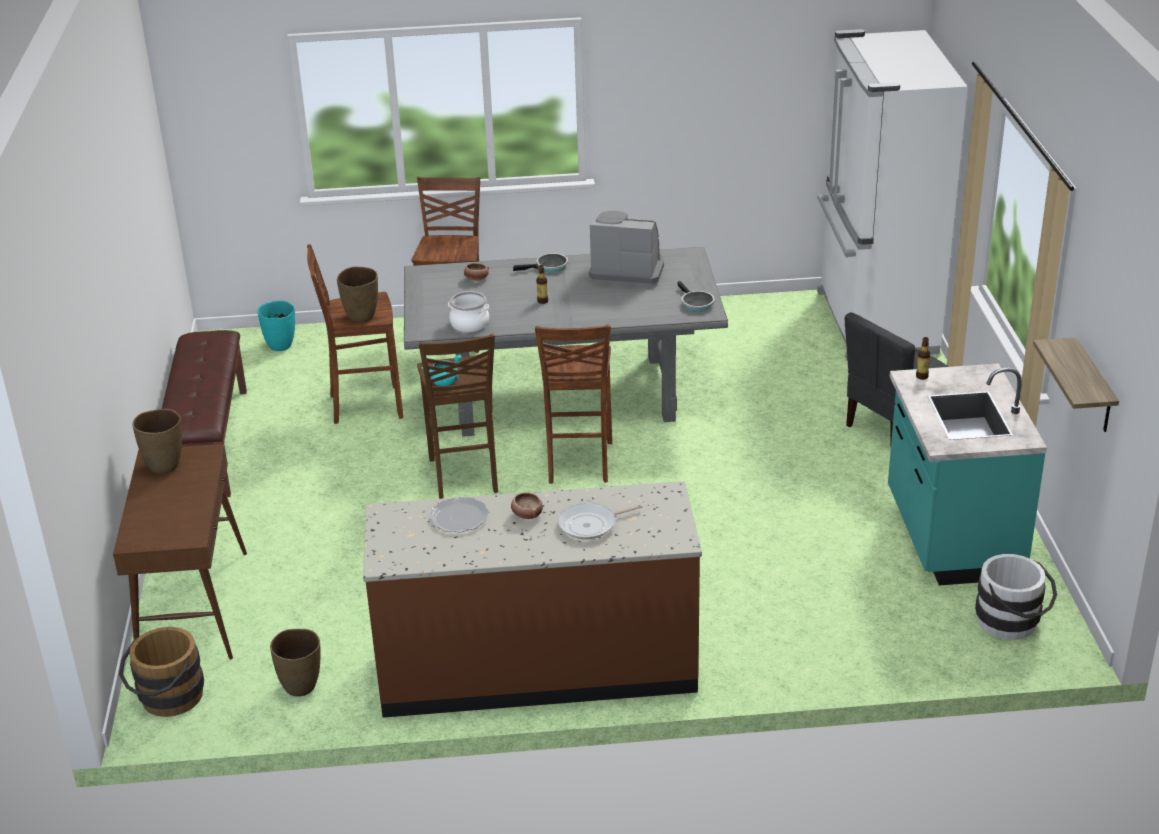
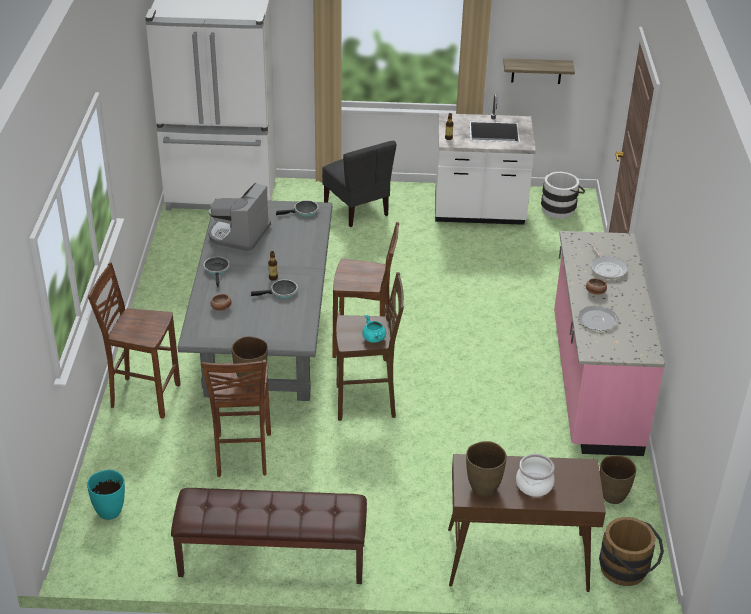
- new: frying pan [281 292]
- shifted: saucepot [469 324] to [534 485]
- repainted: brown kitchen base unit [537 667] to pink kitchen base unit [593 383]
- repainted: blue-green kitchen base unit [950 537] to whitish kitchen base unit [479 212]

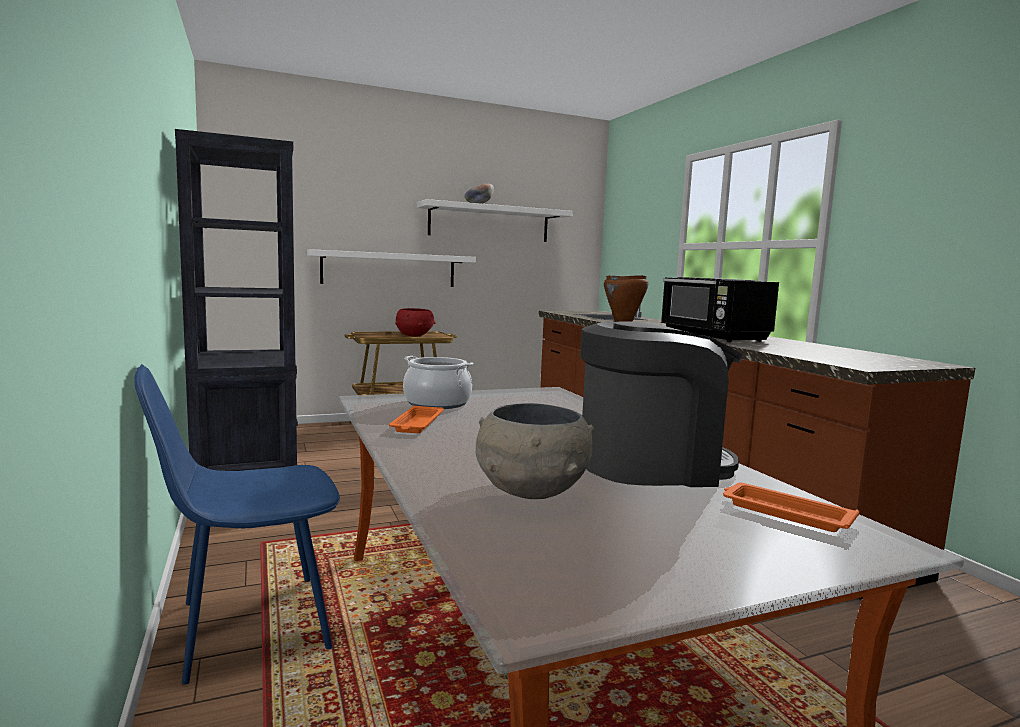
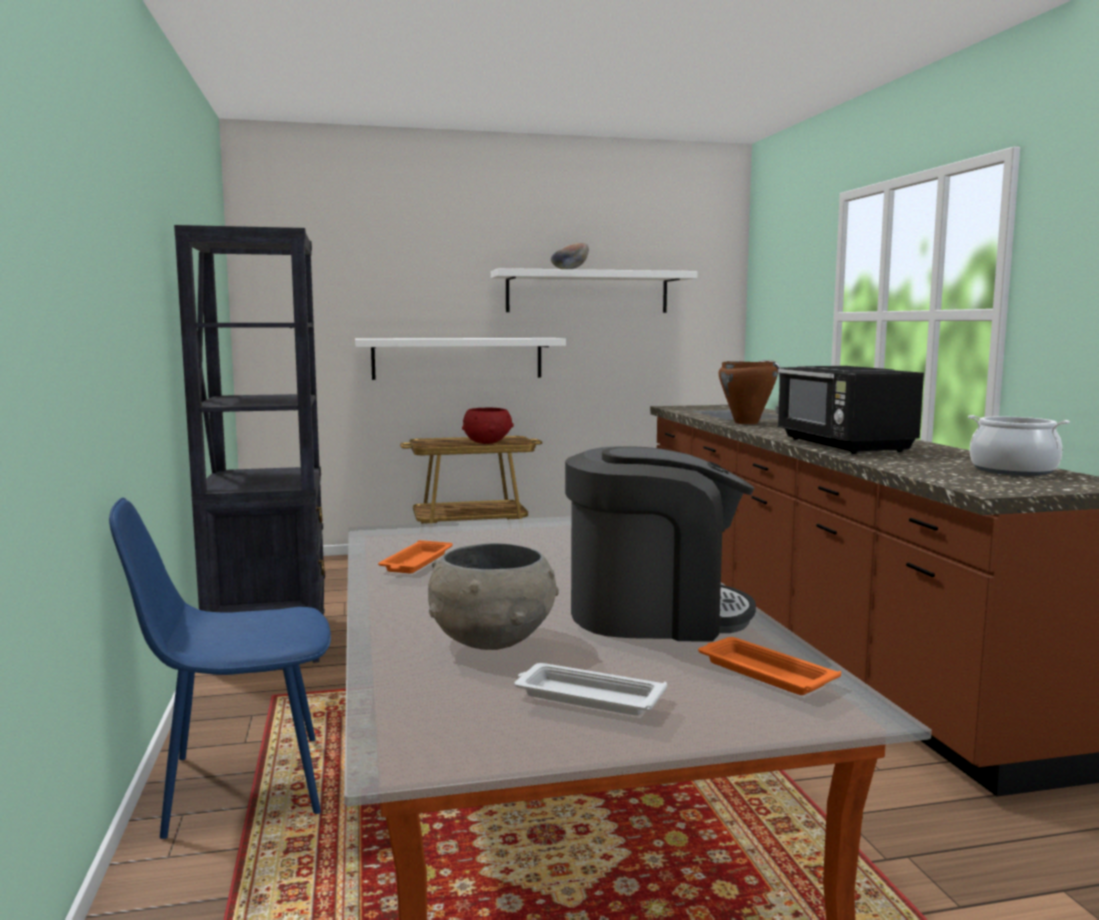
- new: whitish carrying tray [586 697]
- shifted: saucepot [437 403] to [1013 470]

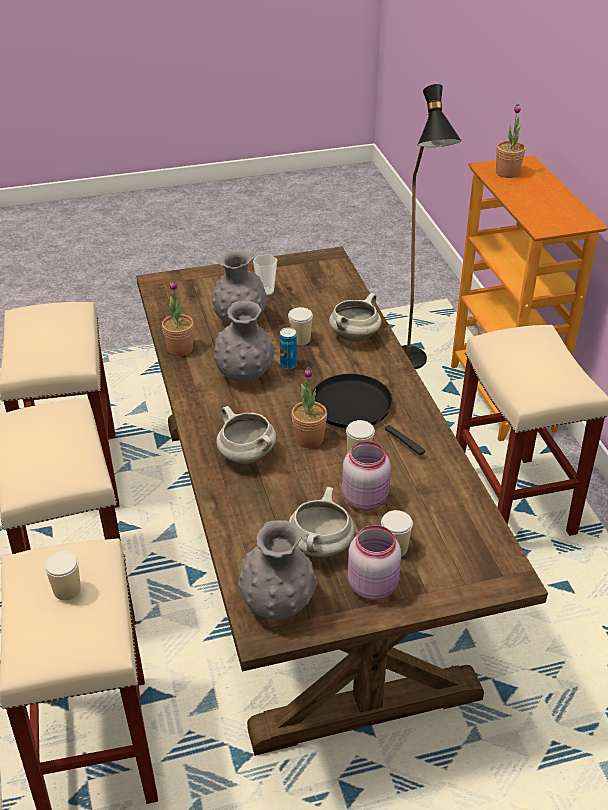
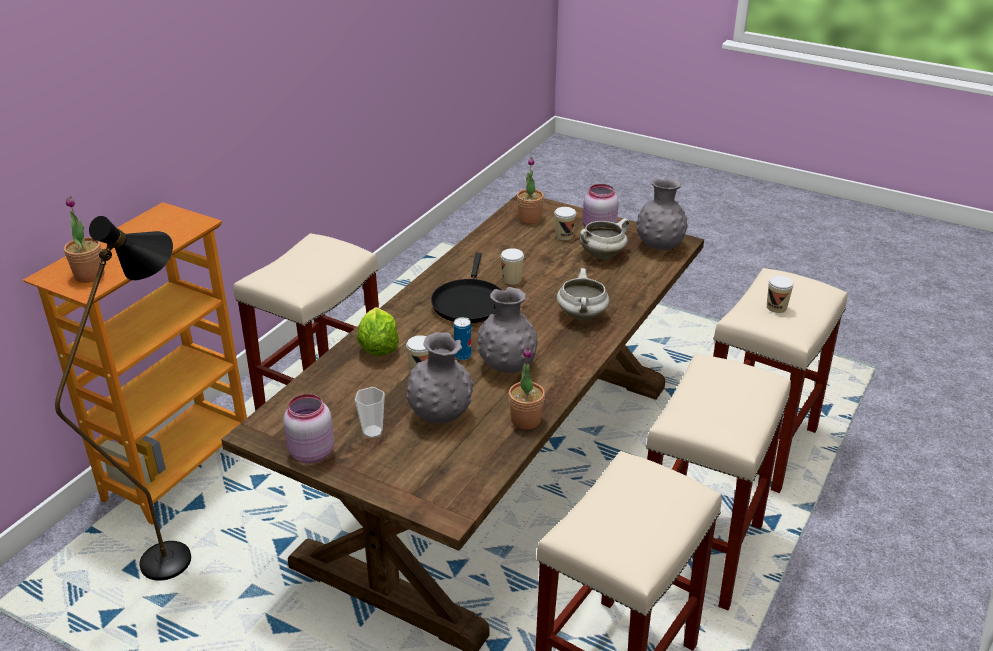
- shifted: plant in a pot [309 438] to [529 219]
- shifted: pink jar [366 498] to [310 453]
- swapped: whitish saucepot [354 336] to lettuce [378 348]

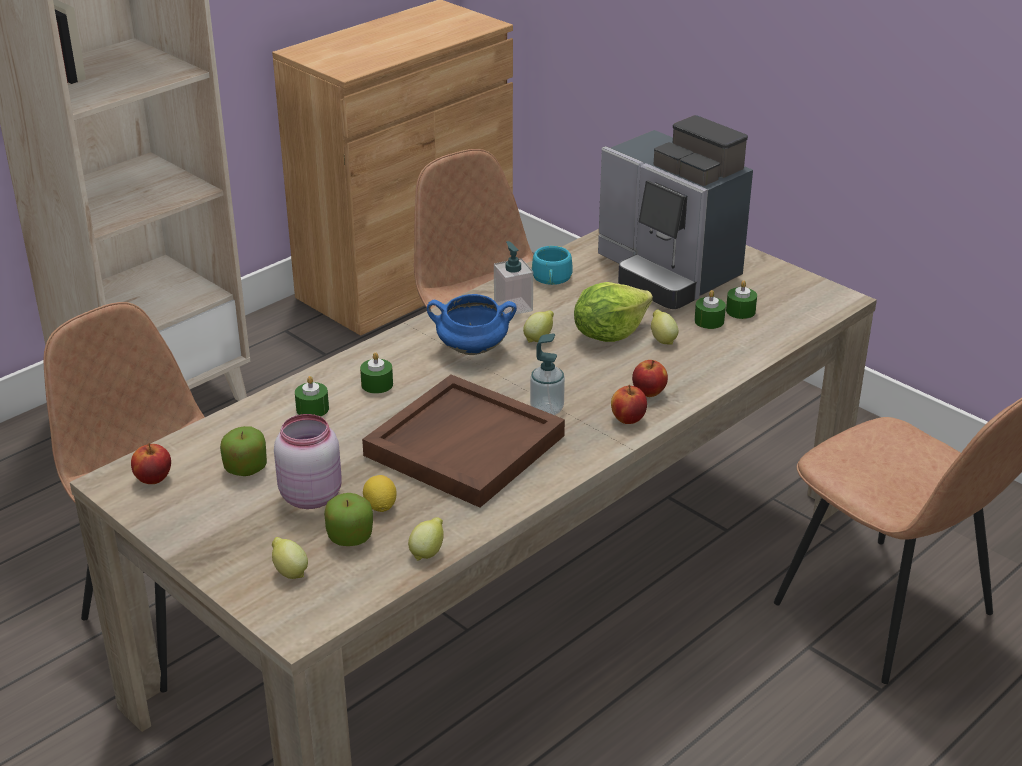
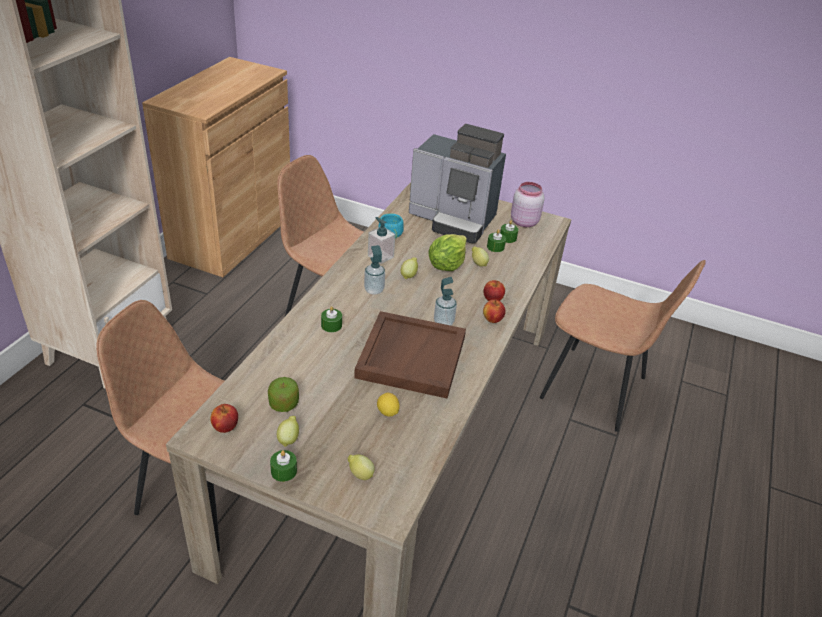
- gone: whole apple [350 536]
- shifted: pink jar [310 495] to [523 222]
- shifted: green candle [312 409] to [284 471]
- shifted: lemon [428 552] to [289 439]
- swapped: blue saucepot [471 349] to liquid soap bottle [374 290]

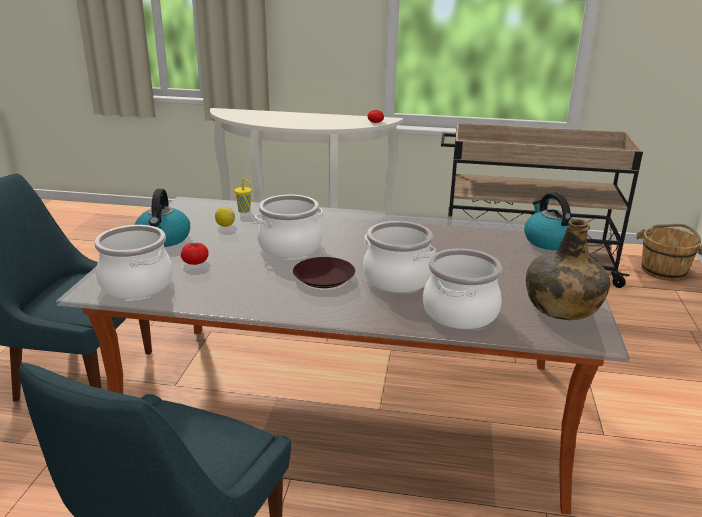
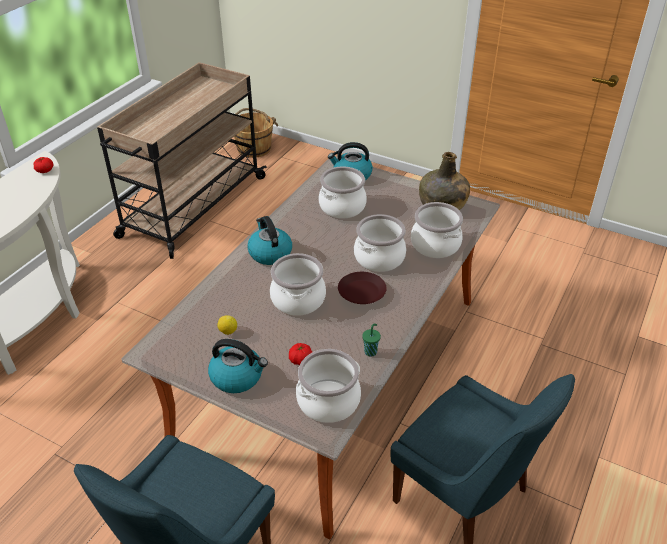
- gone: yellow small cup [245 211]
- new: kettle [269 253]
- new: saucepot [342 207]
- new: green small cup [371 351]

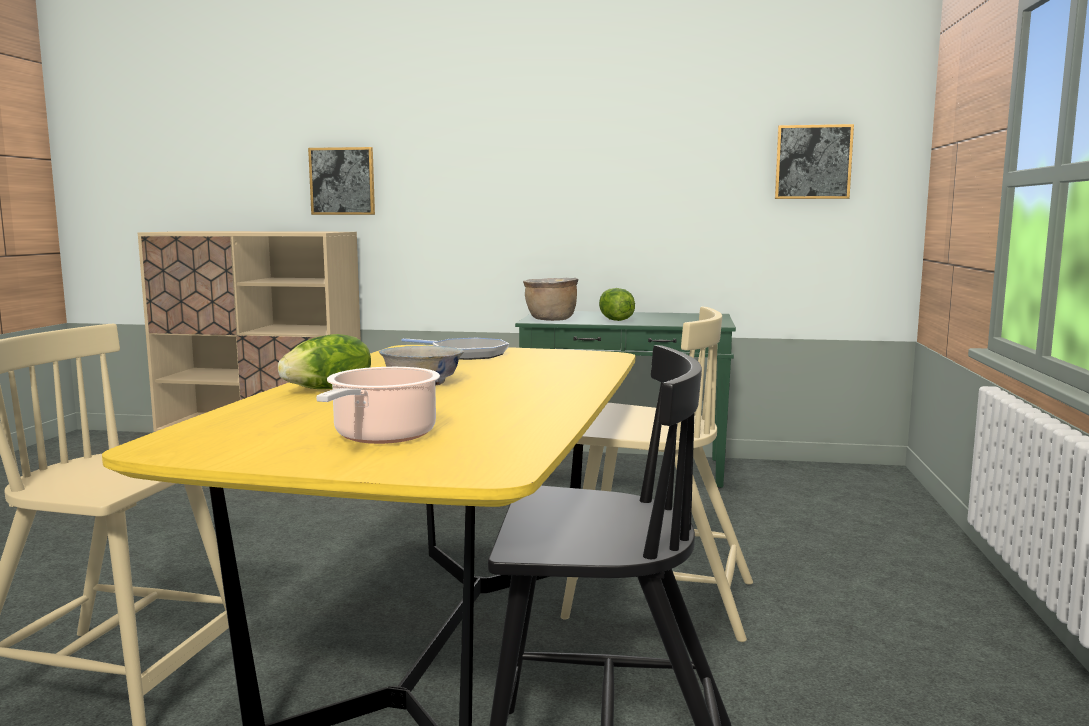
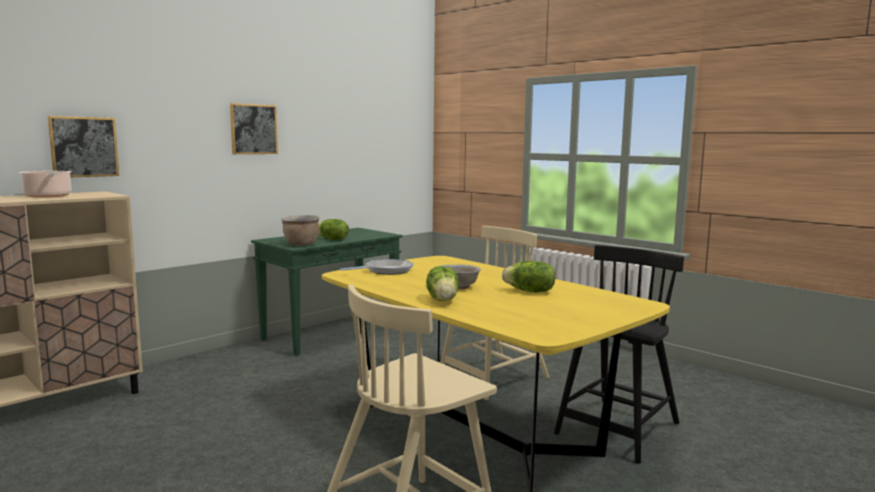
- new: lettuce [529 291]
- shifted: saucepot [382 436] to [48 196]
- shifted: picture [813 162] to [253 129]

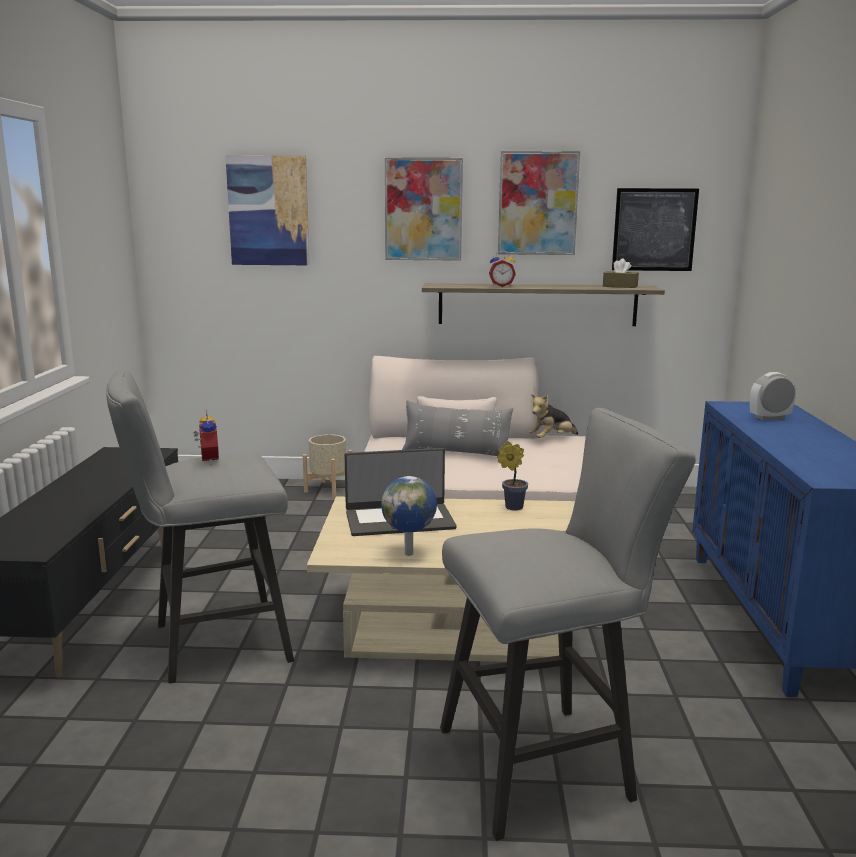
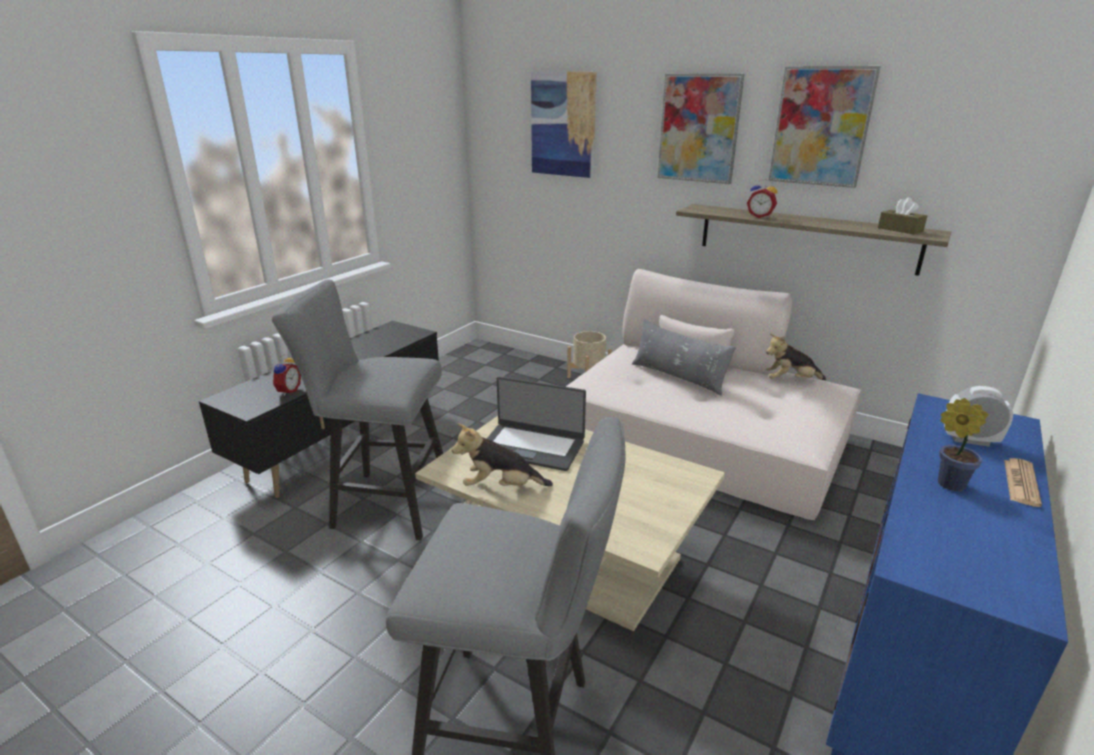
- gone: picture [654 230]
- new: printed paper [1021 482]
- shifted: table clock [207 460] to [287 391]
- shifted: plant in a pot [511 507] to [947 483]
- swapped: world globe [410 553] to soft toy [501 487]

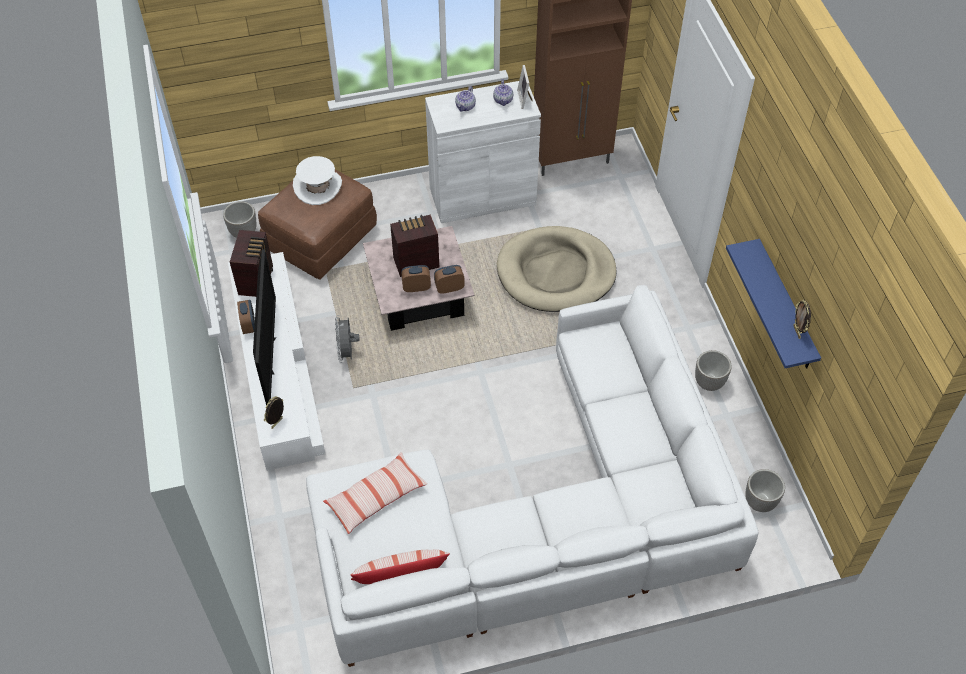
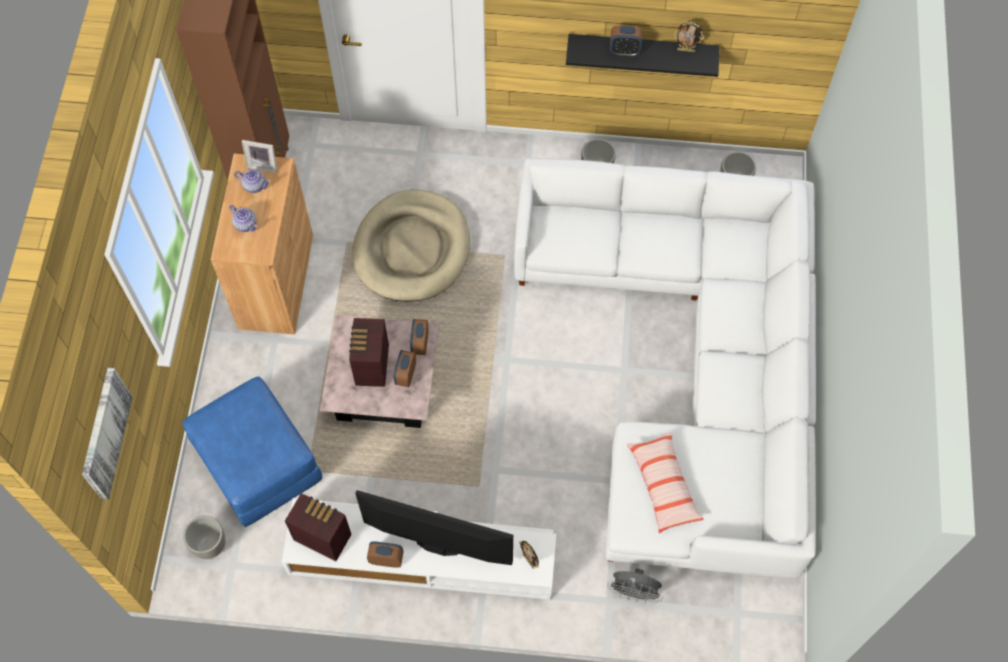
- gone: whitish hat [318 187]
- gone: throw pillow [400 575]
- new: picture [104 433]
- new: table clock [624 51]
- shifted: grey fan [347 352] to [634 592]
- repainted: brown pouffe [320 237] to blue pouffe [257 462]
- repainted: whitish cupboard [482 196] to brown cupboard [276 281]
- repainted: blue wall shelf [785 307] to blackish wall shelf [642 50]

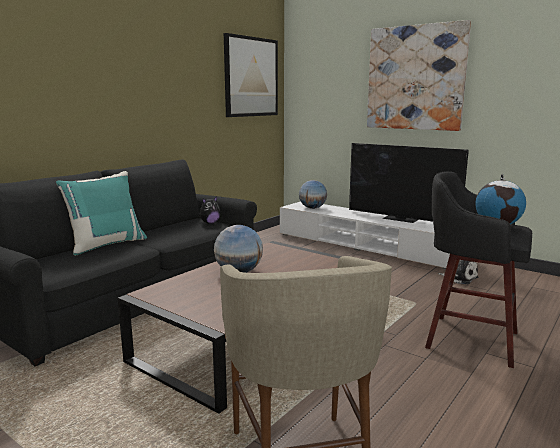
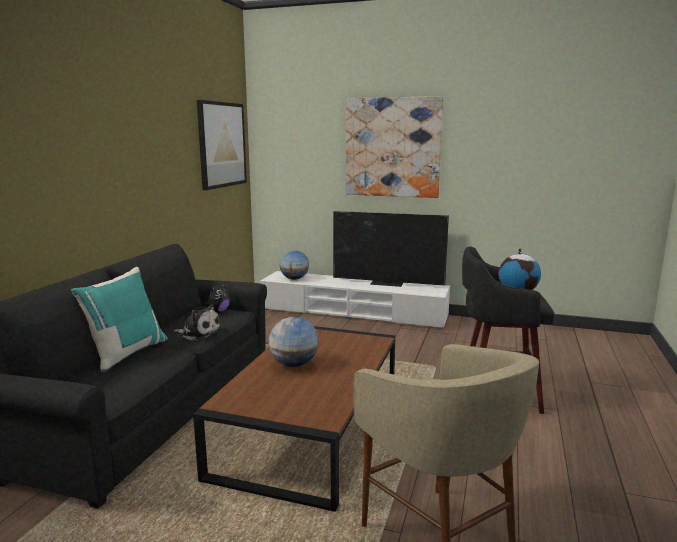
- shifted: soft toy [459 278] to [198 333]

